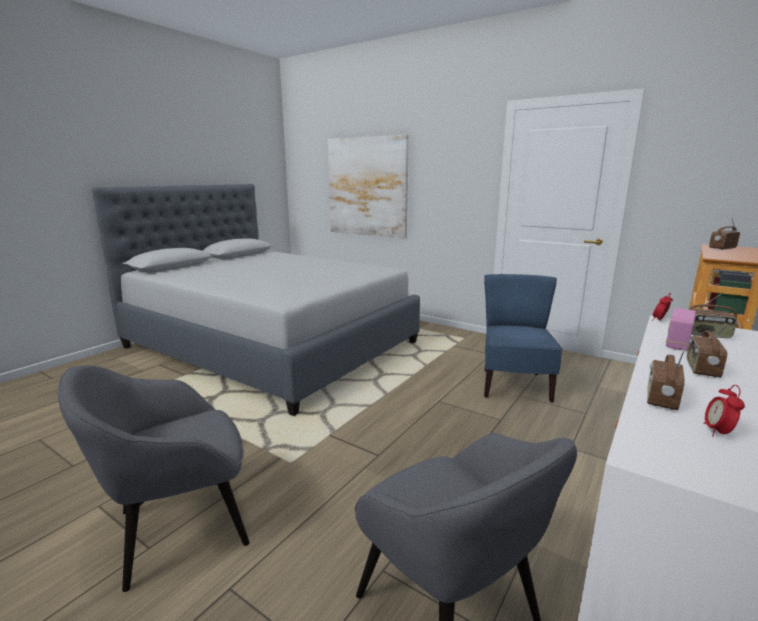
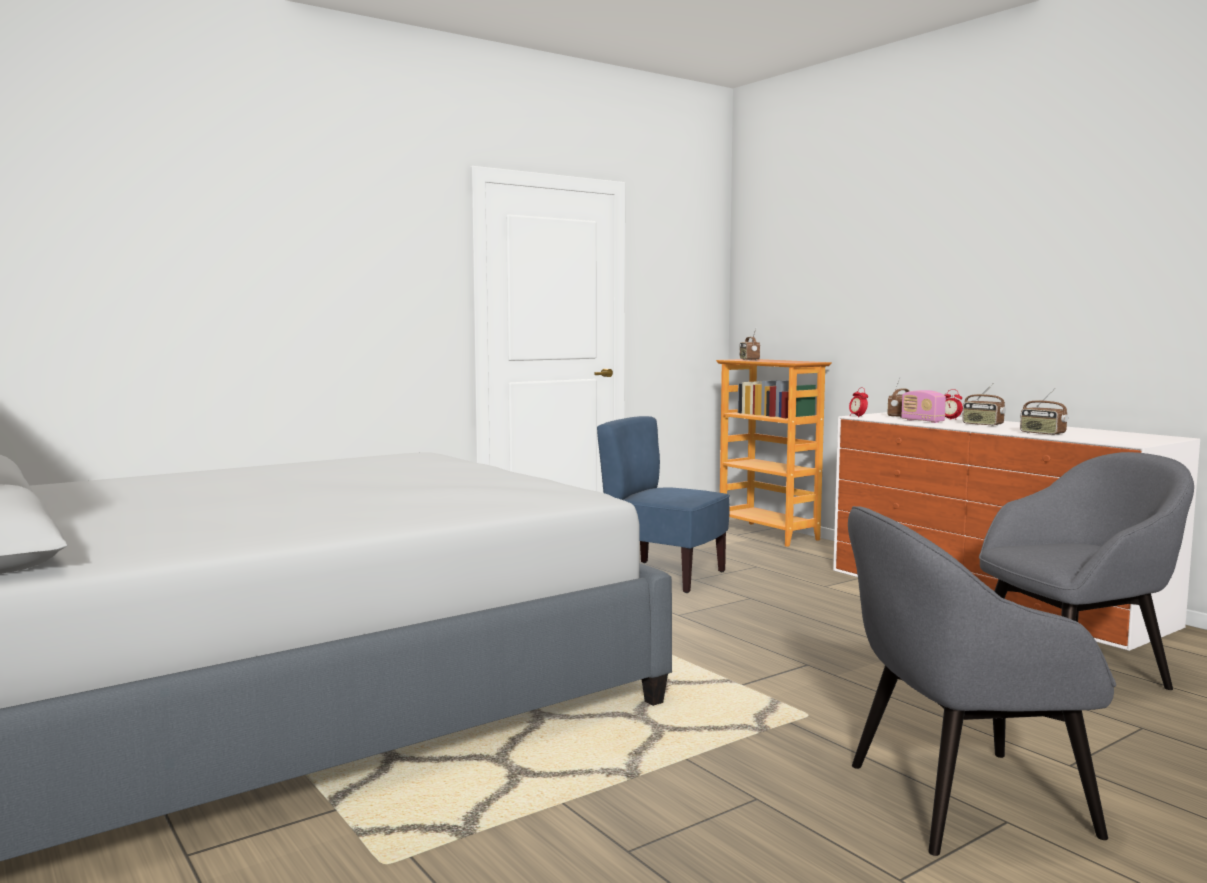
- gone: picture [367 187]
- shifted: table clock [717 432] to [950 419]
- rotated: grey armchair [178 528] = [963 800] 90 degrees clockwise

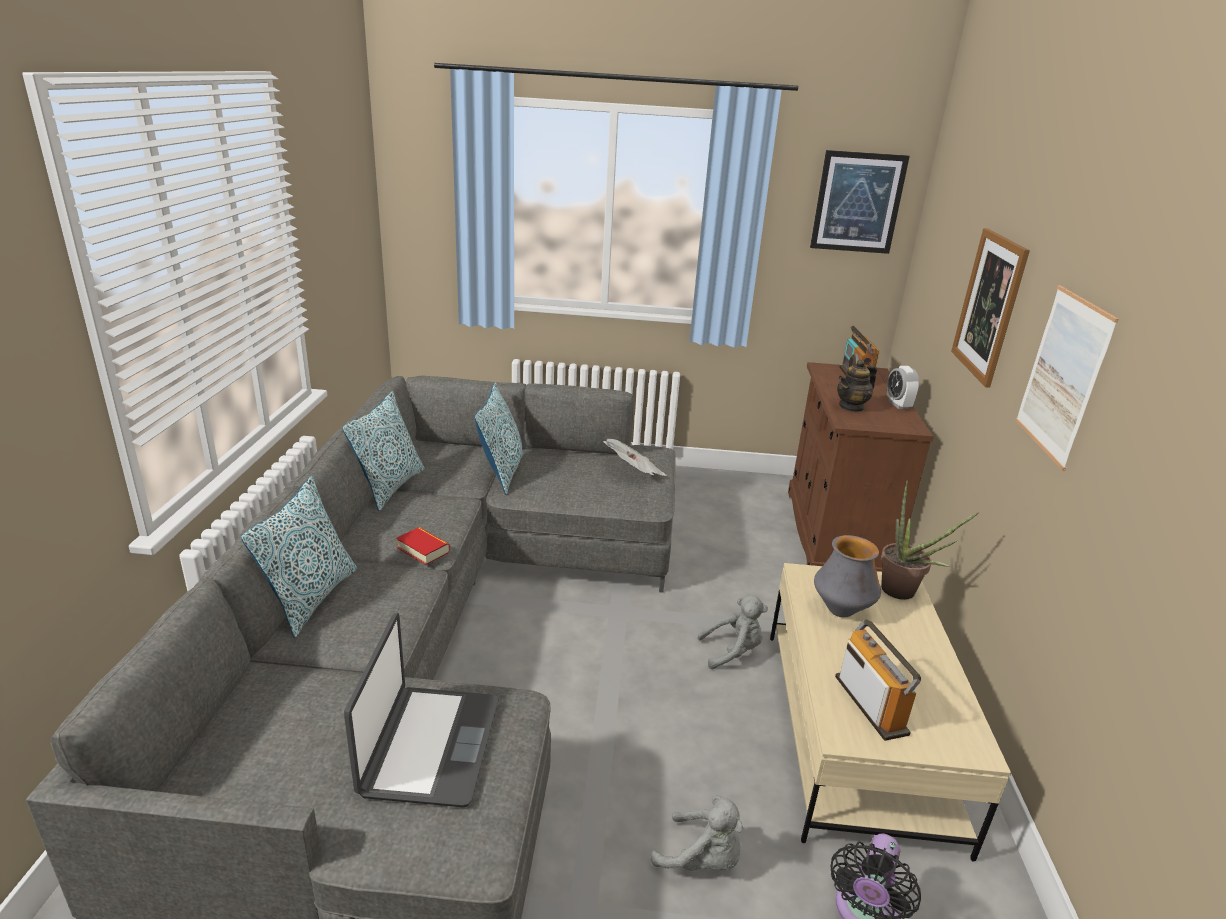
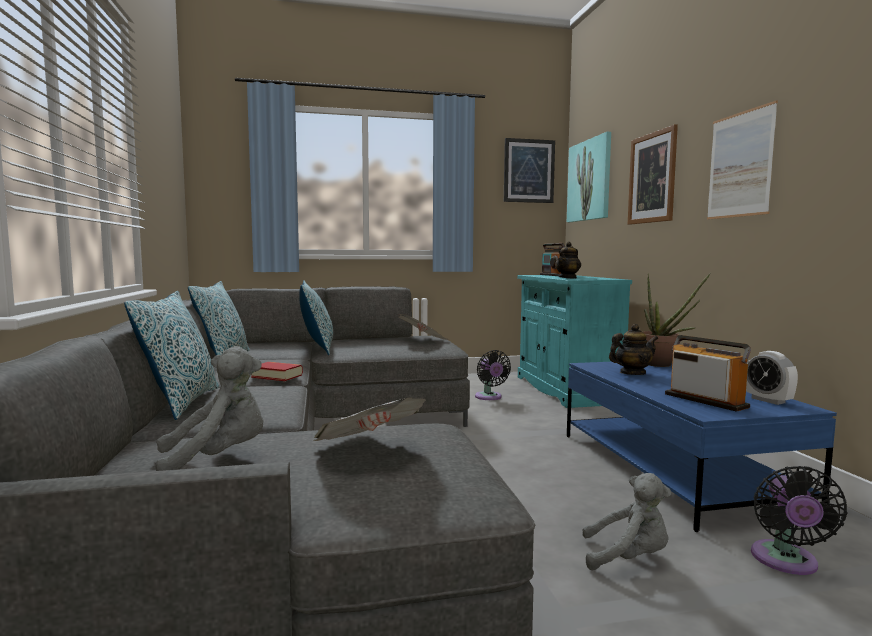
- new: blackish fan [489 397]
- new: picture [589 180]
- shifted: grey soft toy [733 652] to [218 459]
- shifted: table clock [898 404] to [768 400]
- swapped: portable computer [429 746] to printed paper [369 450]
- swapped: flower vase [841 611] to tea pot [632 373]
- repainted: sand-coloured coffee table [855 732] to blue coffee table [672 469]
- repainted: brown cupboard [835 534] to blue-green cupboard [565 389]

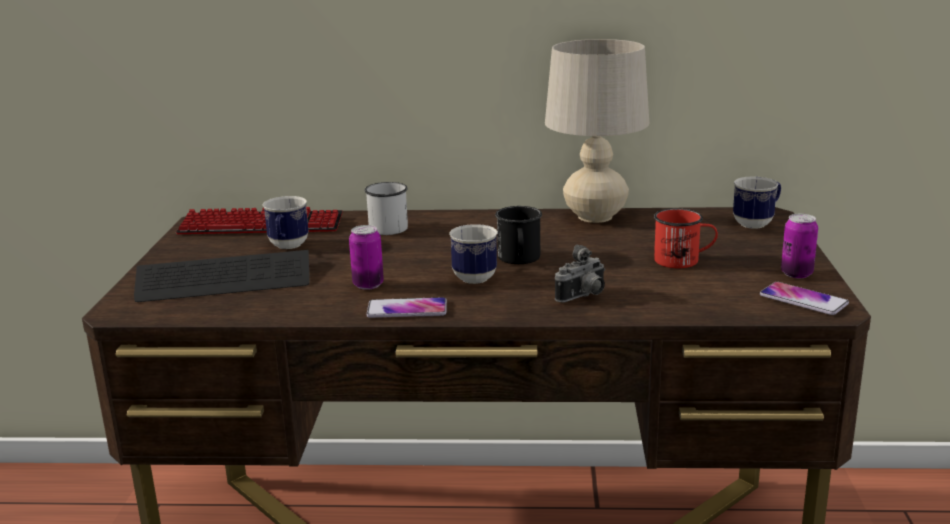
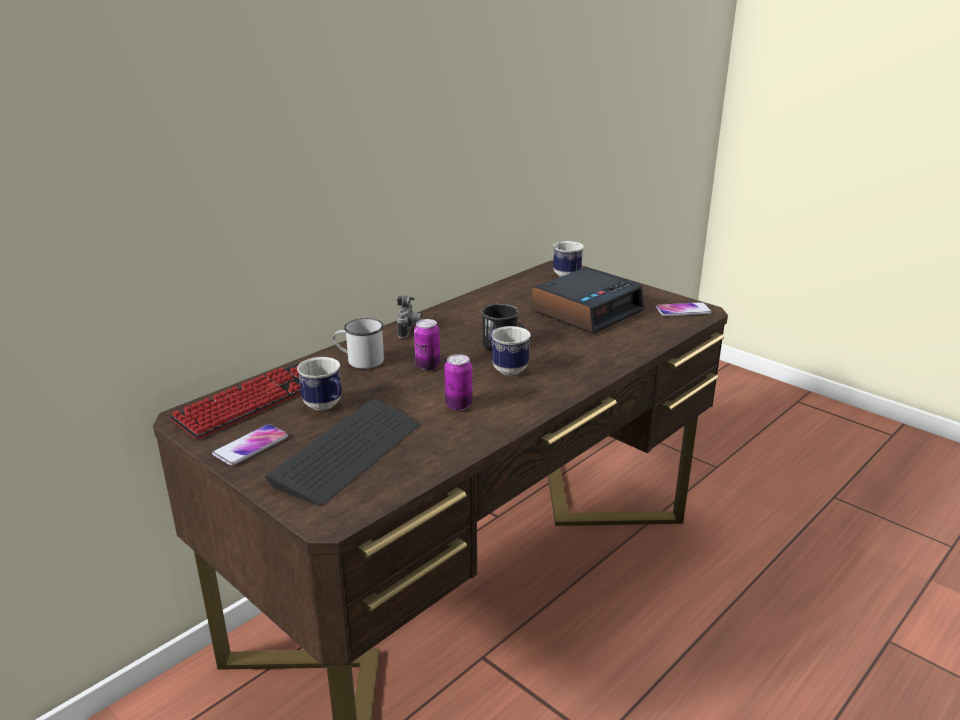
- gone: sand-coloured tabletop lamp [594 217]
- shifted: phone [407 309] to [251 446]
- shifted: still camera [583 297] to [409 330]
- shifted: sealed can [796 274] to [427 366]
- swapped: red-coloured mug [683 261] to table clock [586 310]

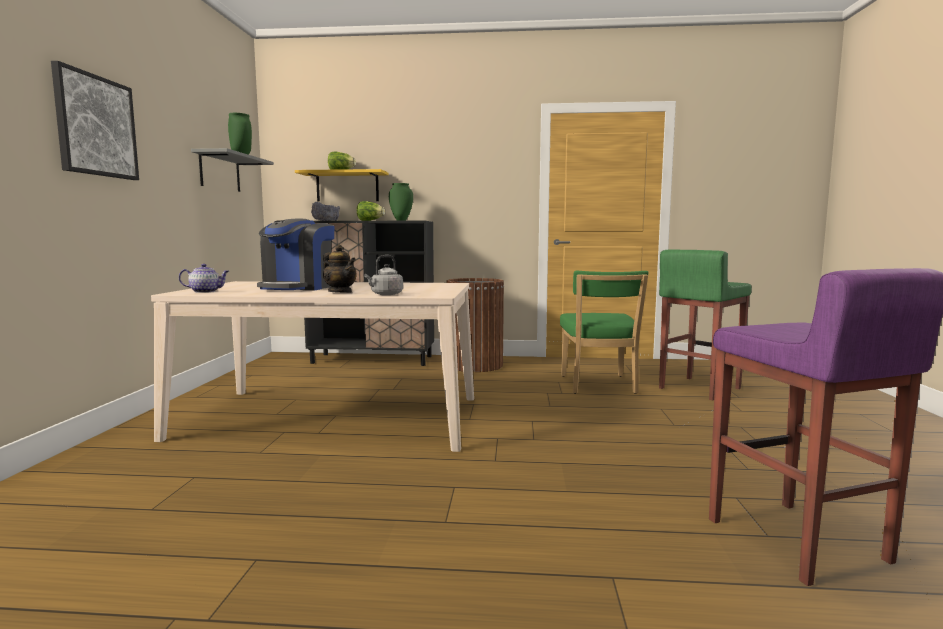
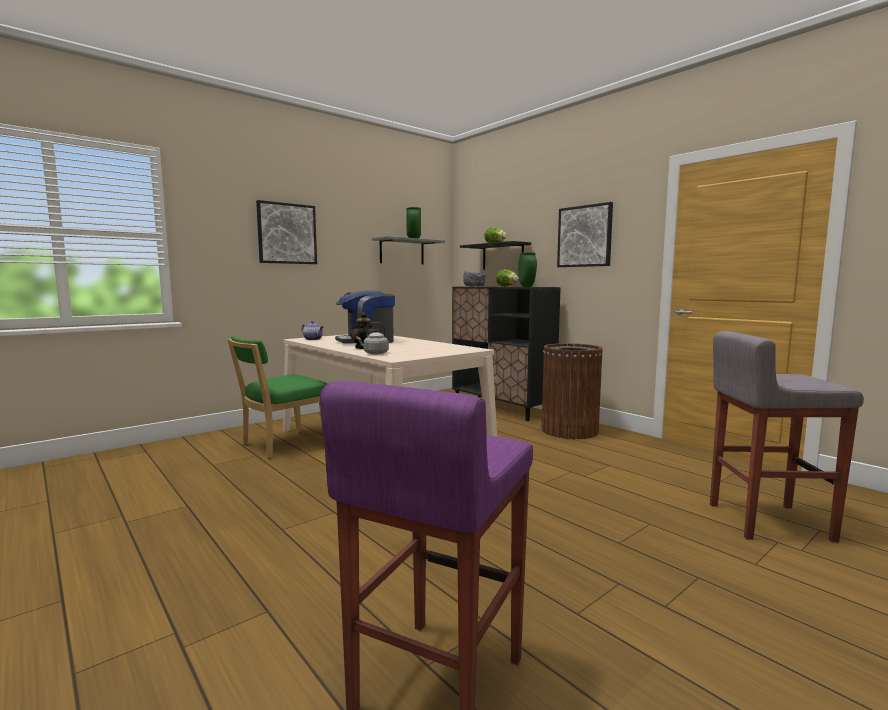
- new: picture [584 236]
- shifted: green upright chair [598 385] to [281 445]
- repainted: yellow wall shelf [347 187] to blackish wall shelf [502 256]
- repainted: green stool [698 388] to grey stool [766 521]

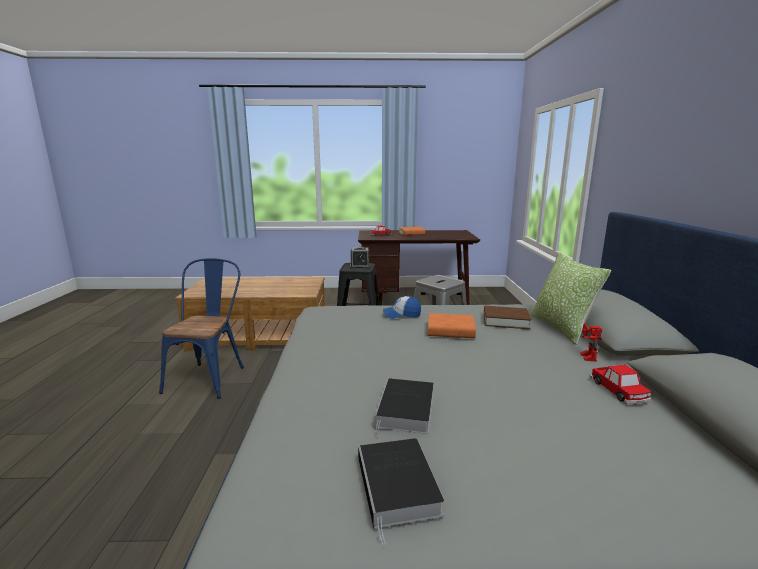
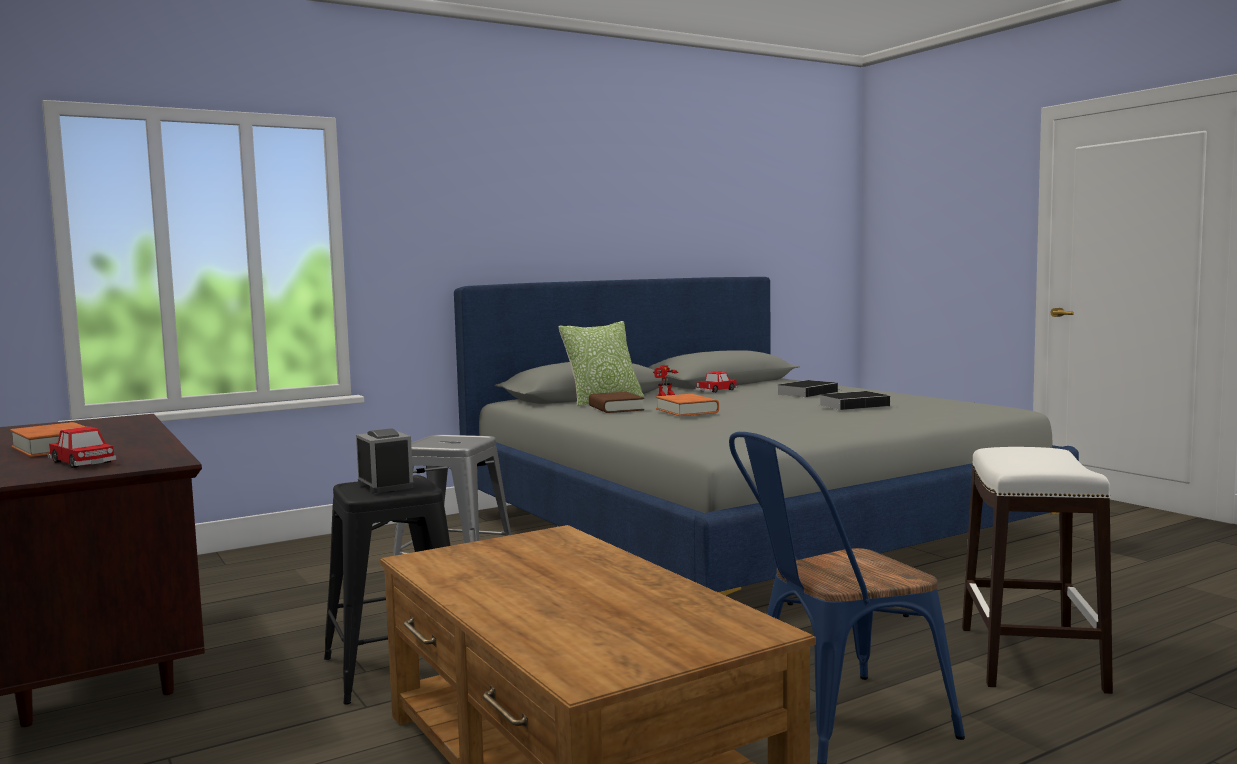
- gone: cap [401 314]
- new: whitish stool [1031 658]
- shifted: book [398 487] to [807 393]

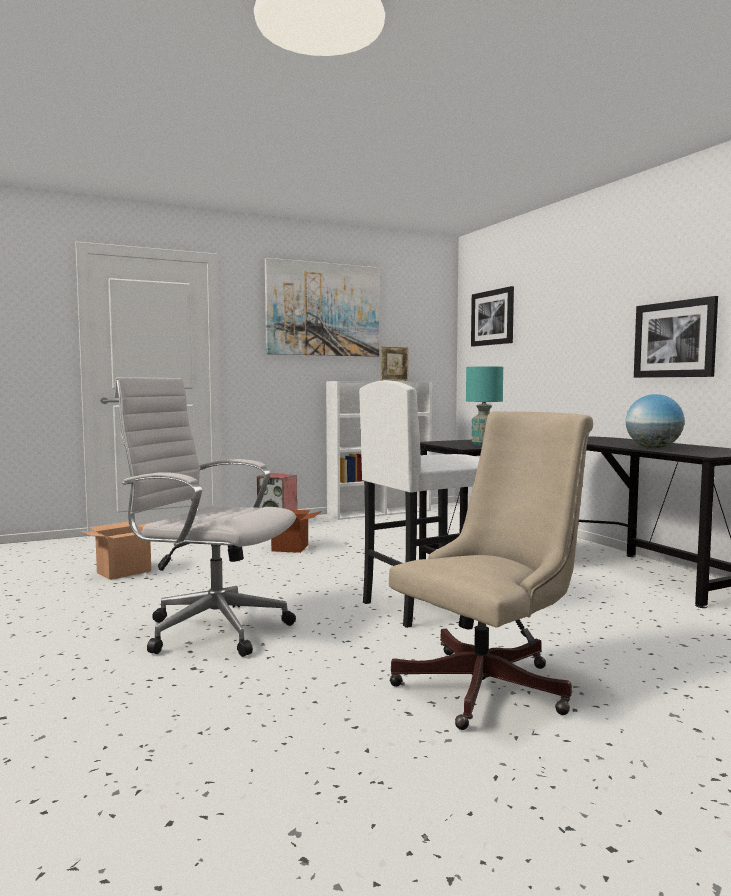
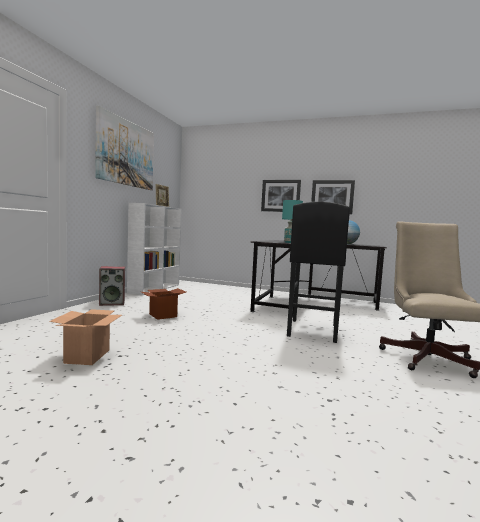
- gone: whitish computer chair [210 629]
- shifted: picture [492 317] to [280 196]
- repainted: whitish stool [425 605] to blackish stool [312 330]

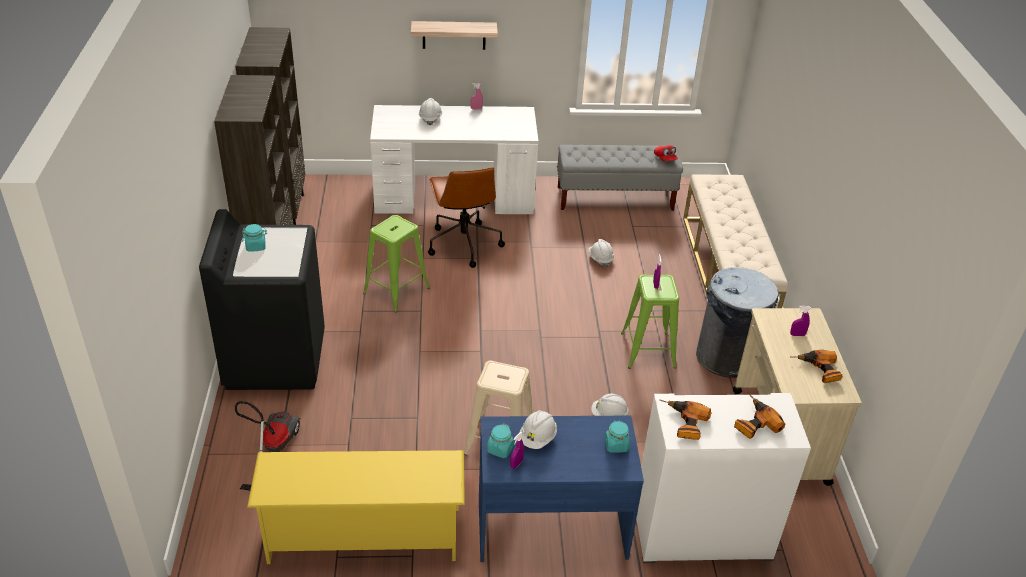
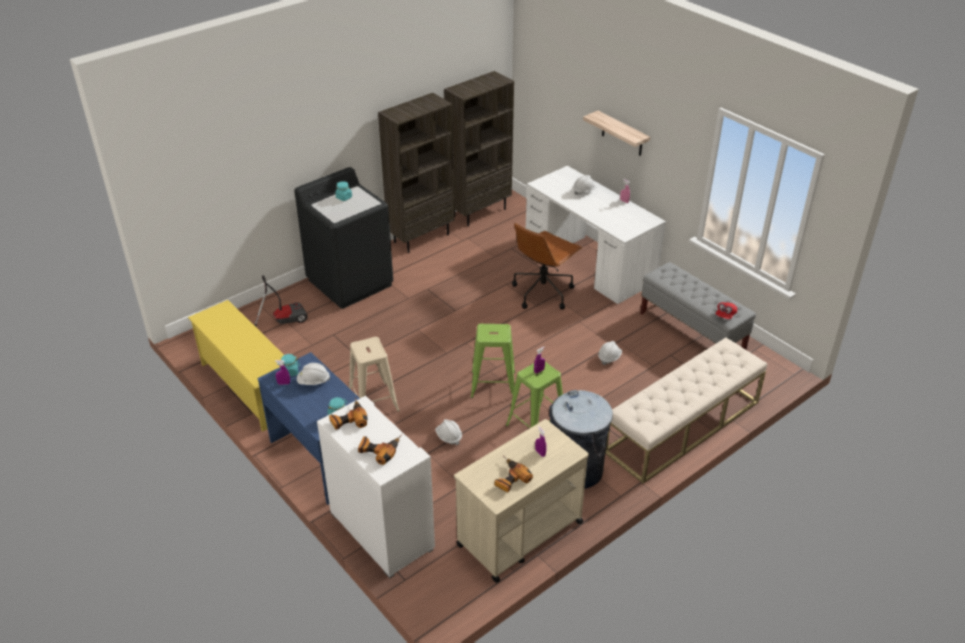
- shifted: green stool [397 290] to [493 385]

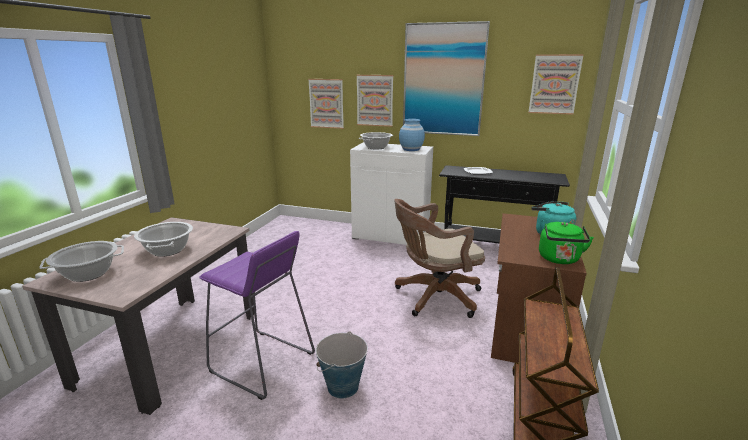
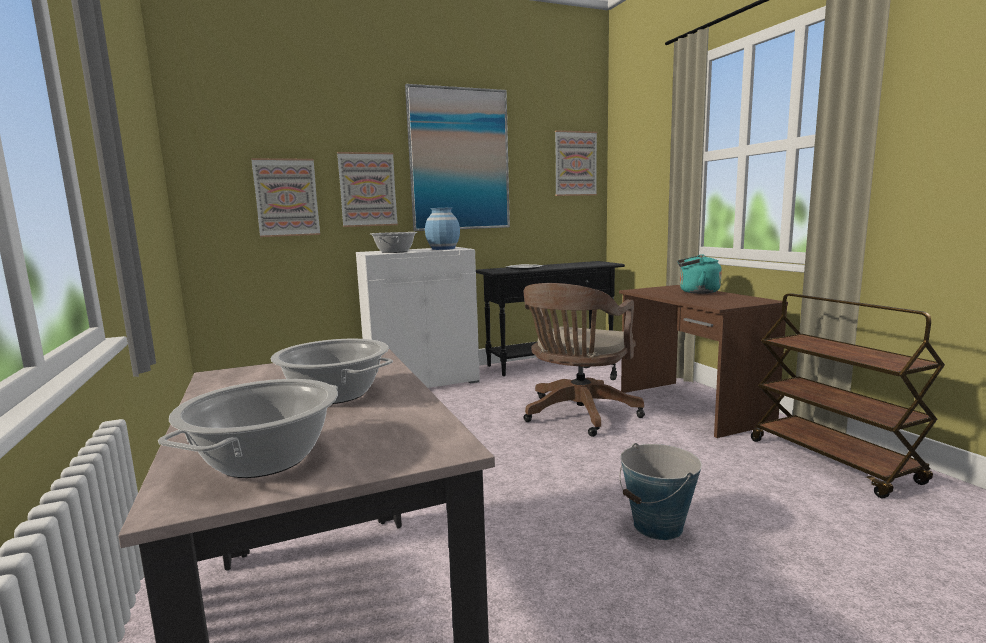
- gone: purplish stool [262 363]
- gone: green kettle [560 259]

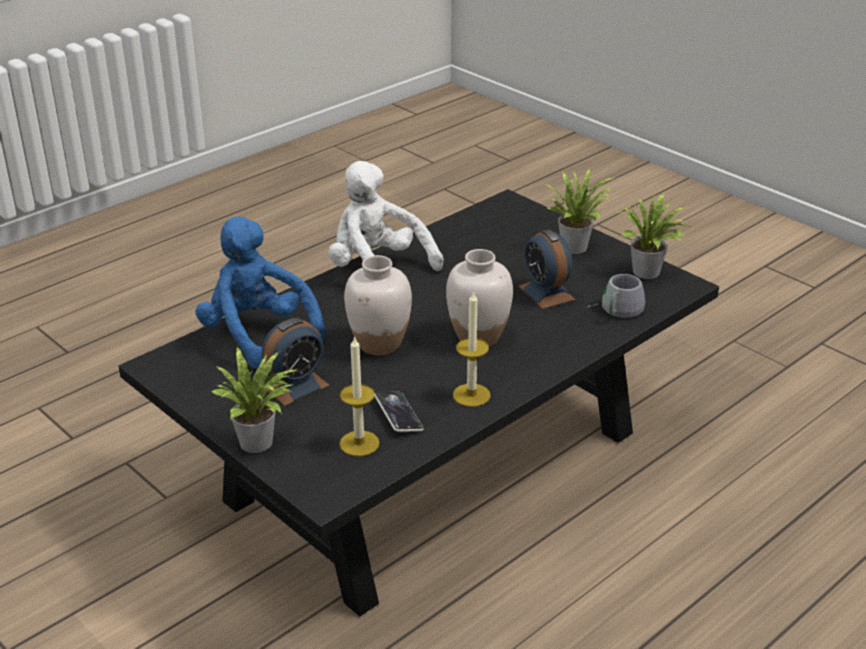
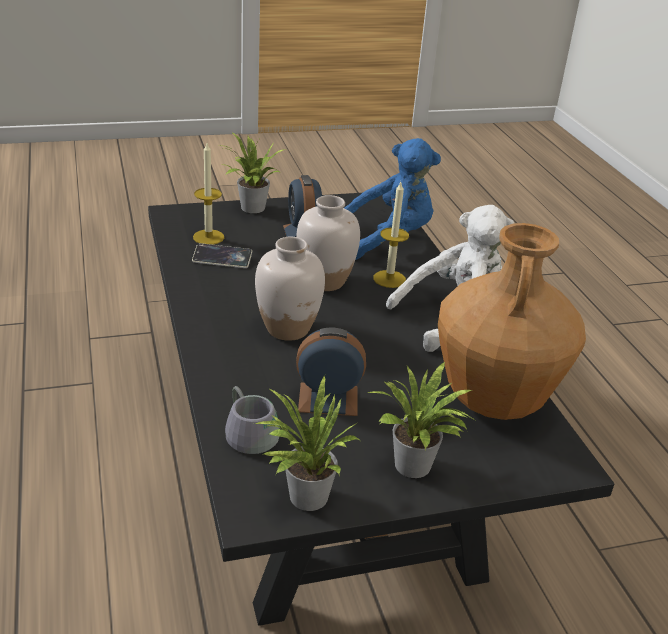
- new: brown flower vase [494 402]
- shifted: candle [471 395] to [389 279]

